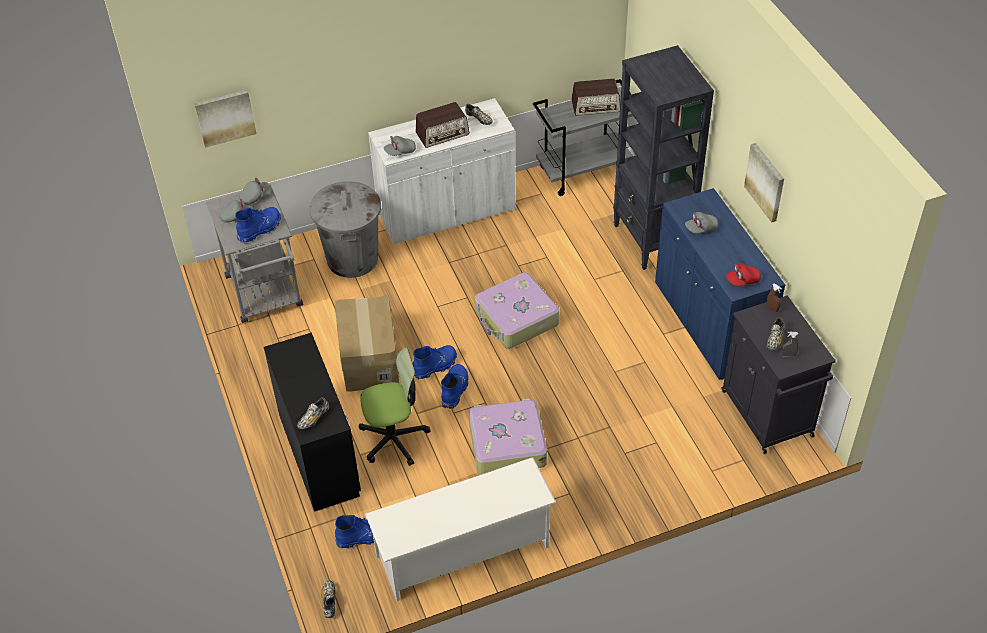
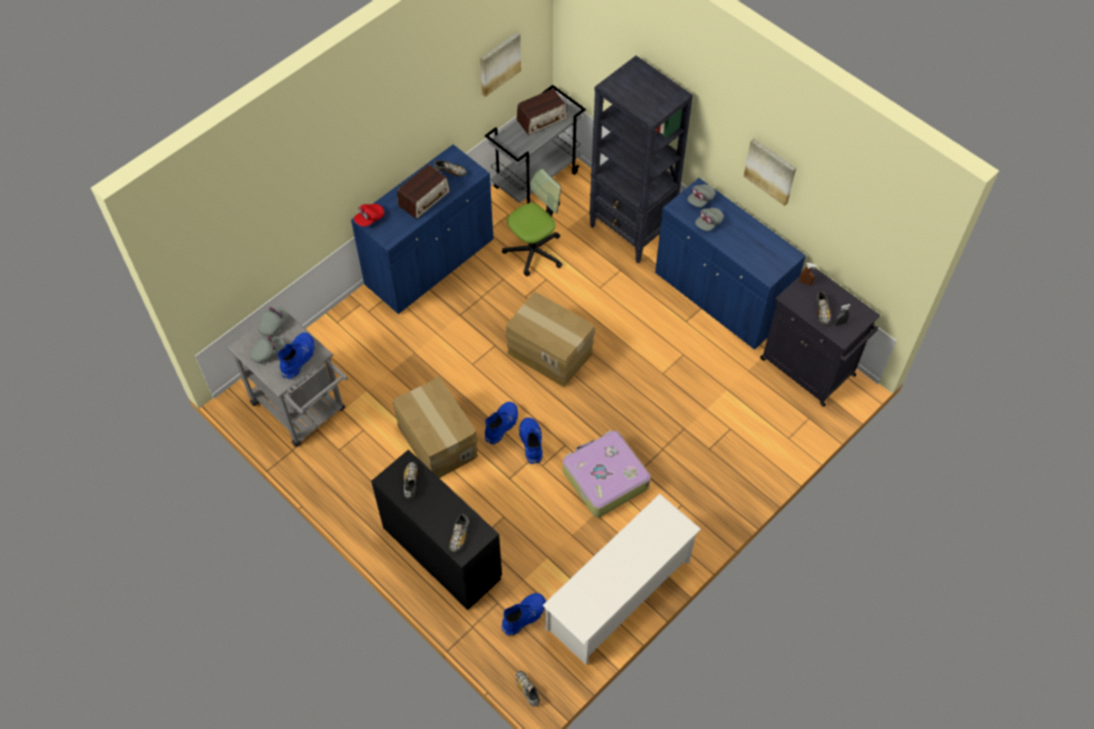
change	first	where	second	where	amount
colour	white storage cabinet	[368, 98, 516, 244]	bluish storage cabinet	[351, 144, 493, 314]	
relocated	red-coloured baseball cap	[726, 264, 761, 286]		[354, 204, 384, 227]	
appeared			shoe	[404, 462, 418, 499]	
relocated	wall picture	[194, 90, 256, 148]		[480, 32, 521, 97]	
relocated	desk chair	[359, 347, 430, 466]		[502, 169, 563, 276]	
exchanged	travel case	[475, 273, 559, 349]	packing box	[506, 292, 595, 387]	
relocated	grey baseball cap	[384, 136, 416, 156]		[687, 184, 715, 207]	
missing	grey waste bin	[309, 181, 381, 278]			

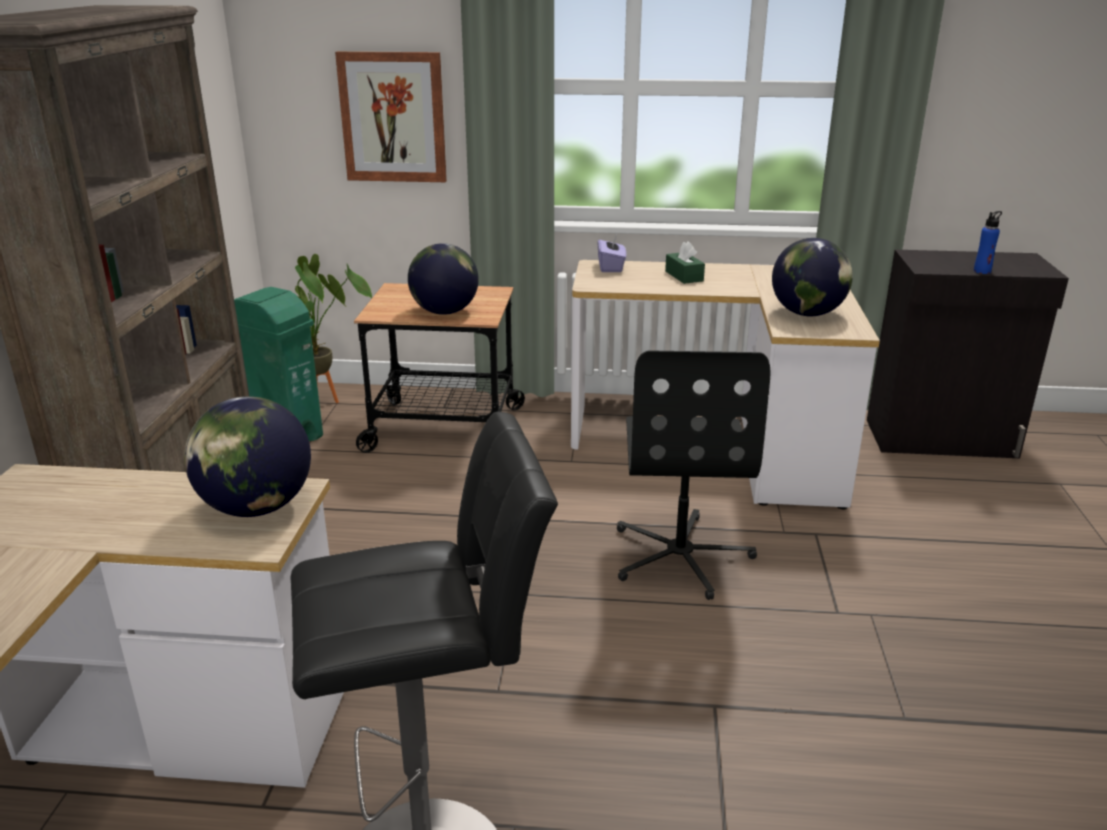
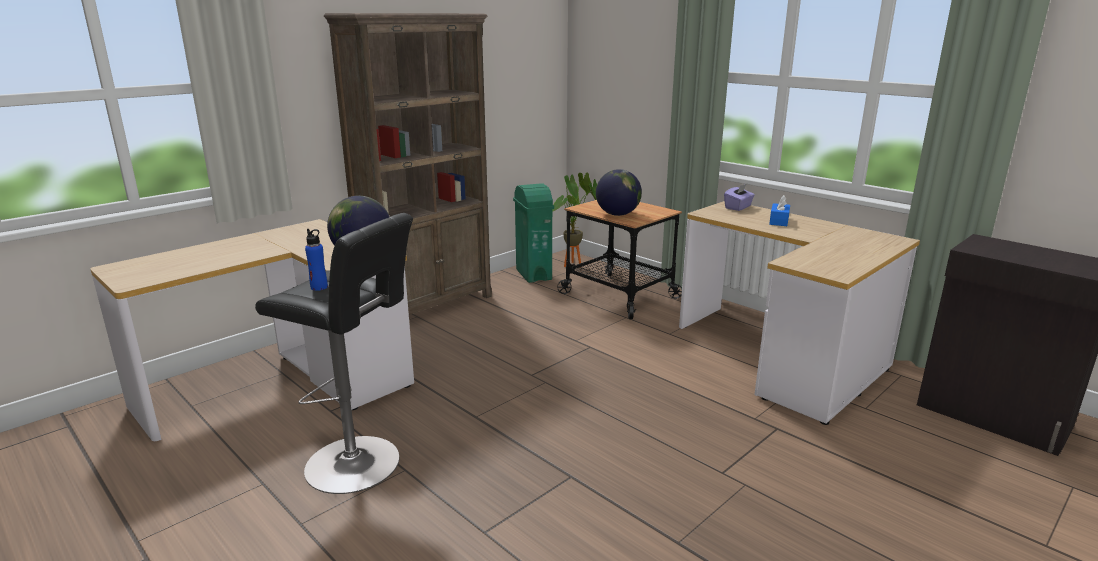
change	first	where	second	where	amount
relocated	bluish bottle	[974, 211, 1002, 274]		[305, 229, 328, 291]	
colour	green-coloured tissue box	[665, 241, 705, 284]	bluish tissue box	[769, 195, 790, 226]	
missing	wall picture	[335, 51, 447, 182]			
missing	black desk chair	[617, 350, 771, 600]			
missing	desk globe	[772, 238, 853, 316]			

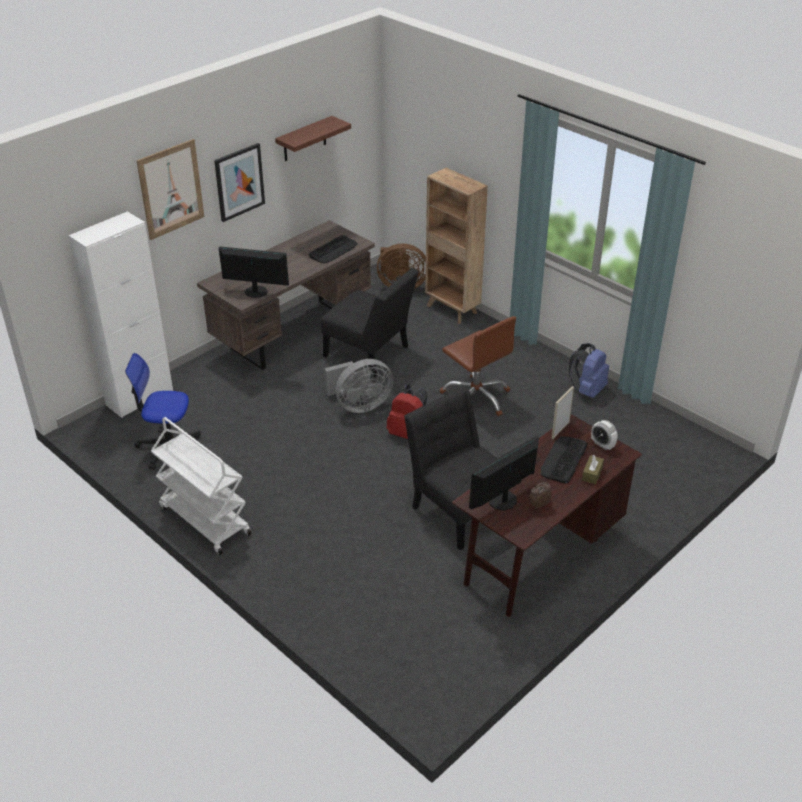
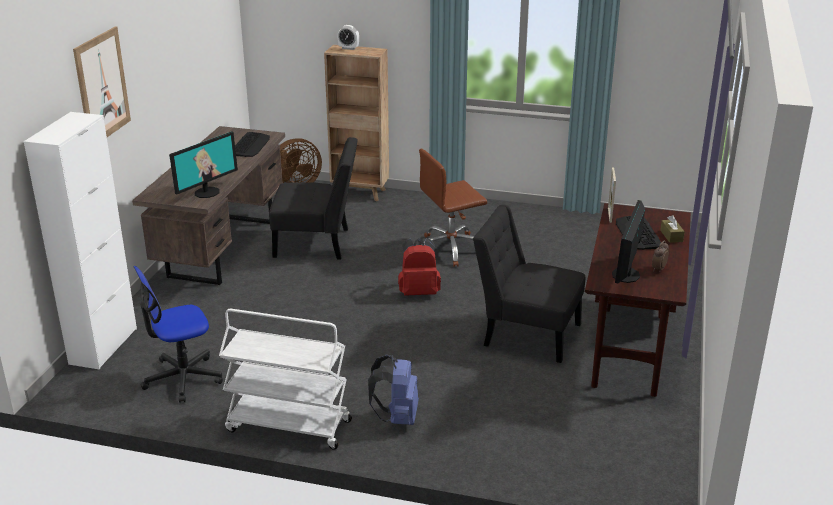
change	first	where	second	where	amount
spun	monitor	[219, 246, 289, 298]		[169, 131, 238, 198]	150 degrees clockwise
relocated	bedside clock	[591, 420, 618, 450]		[337, 25, 359, 50]	
relocated	bluish rucksack	[569, 343, 609, 398]		[368, 354, 419, 425]	
spun	brown desk chair	[440, 316, 516, 416]		[419, 149, 487, 267]	135 degrees clockwise
missing	wall picture	[214, 143, 265, 222]			
missing	bracket shelf	[275, 116, 351, 161]			
missing	grey fan	[325, 359, 393, 413]			

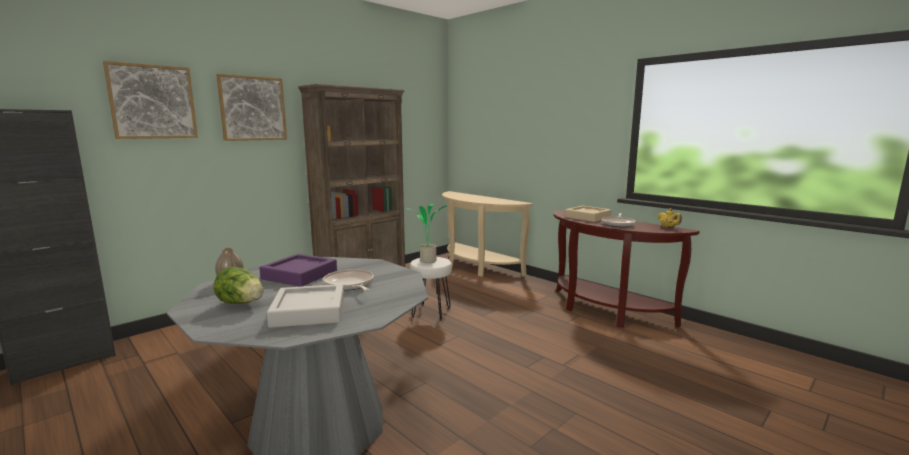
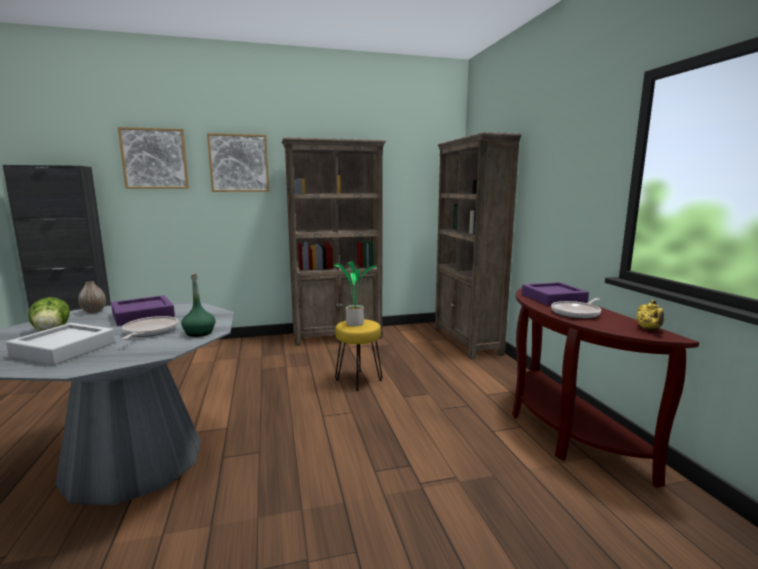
change	first	where	second	where	amount
appeared			green-coloured bottle	[181, 273, 216, 337]	
colour	white stool	[410, 257, 452, 321]	yellow-coloured stool	[335, 319, 382, 391]	
exchanged	beige-coloured narrow table	[442, 191, 533, 277]	brown bookshelf	[435, 132, 522, 359]	
colour	beige-coloured tray	[565, 206, 612, 222]	purple-coloured tray	[522, 282, 589, 306]	

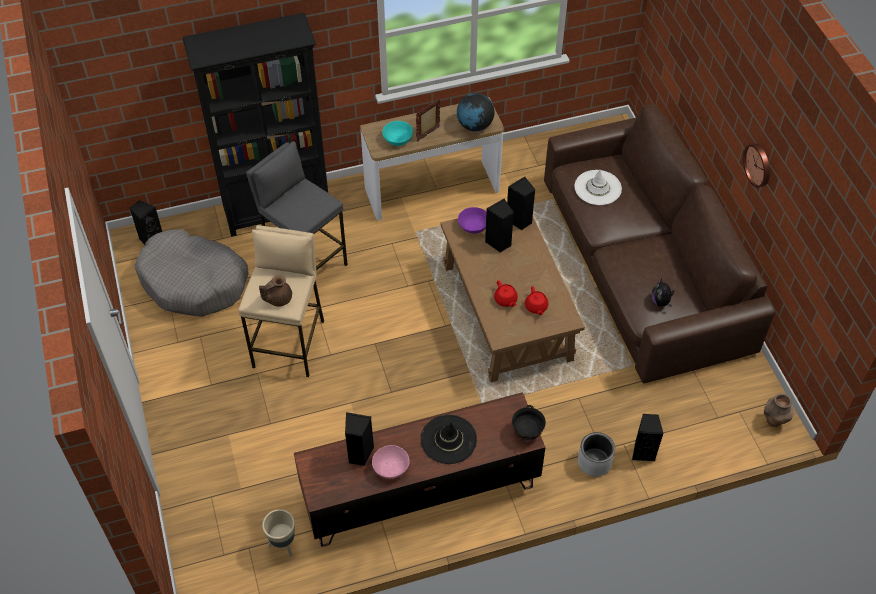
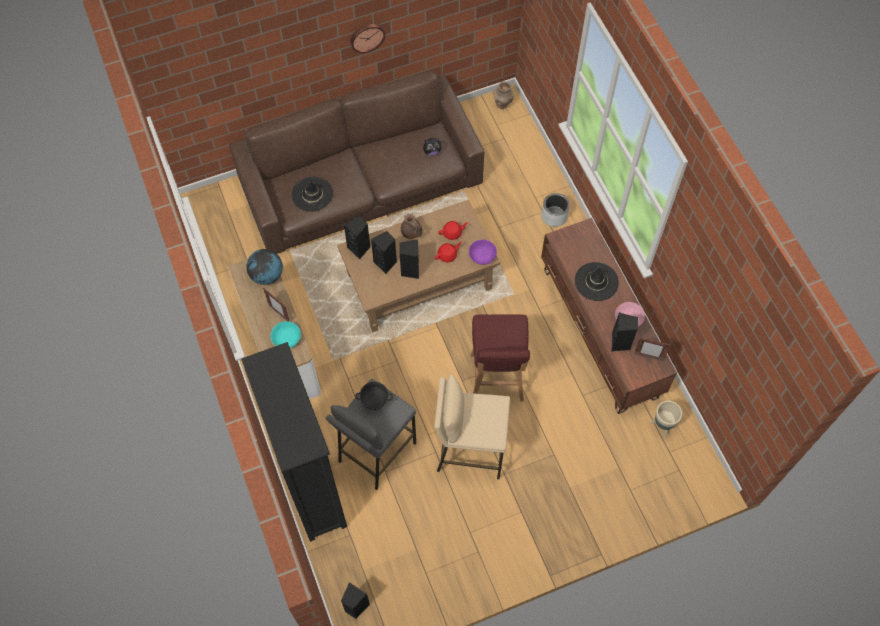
change	first	where	second	where	amount
colour	white hat	[575, 169, 622, 205]	black hat	[292, 177, 333, 212]	
relocated	black serving bowl	[512, 405, 546, 444]		[355, 381, 393, 410]	
relocated	black audio speaker	[632, 414, 664, 461]		[400, 239, 419, 279]	
relocated	brown teapot	[259, 275, 292, 307]		[401, 214, 422, 239]	
relocated	purple-coloured serving bowl	[458, 207, 486, 234]		[469, 240, 497, 265]	
appeared			red-coloured stool	[471, 314, 530, 401]	
appeared			photo frame	[634, 338, 671, 361]	
missing	grey dog cushion	[134, 229, 249, 317]			

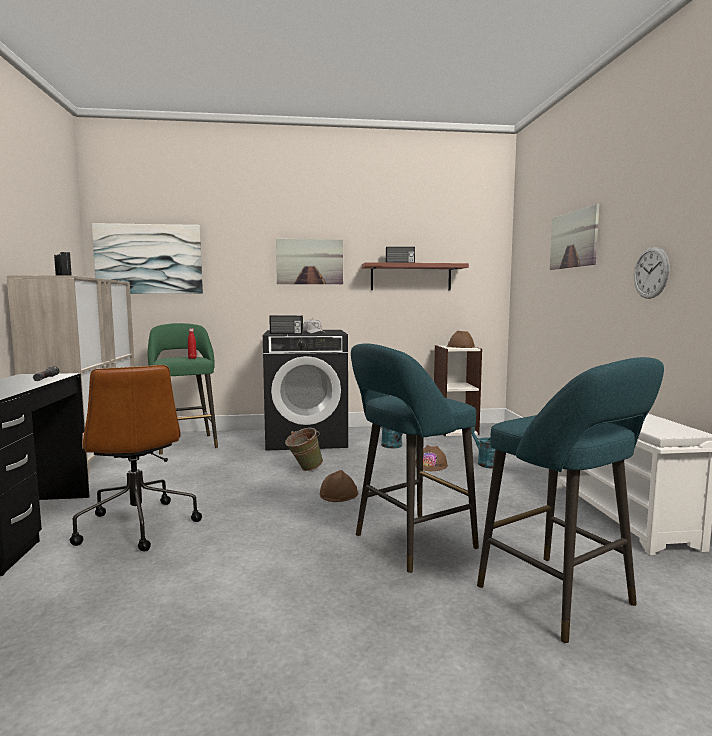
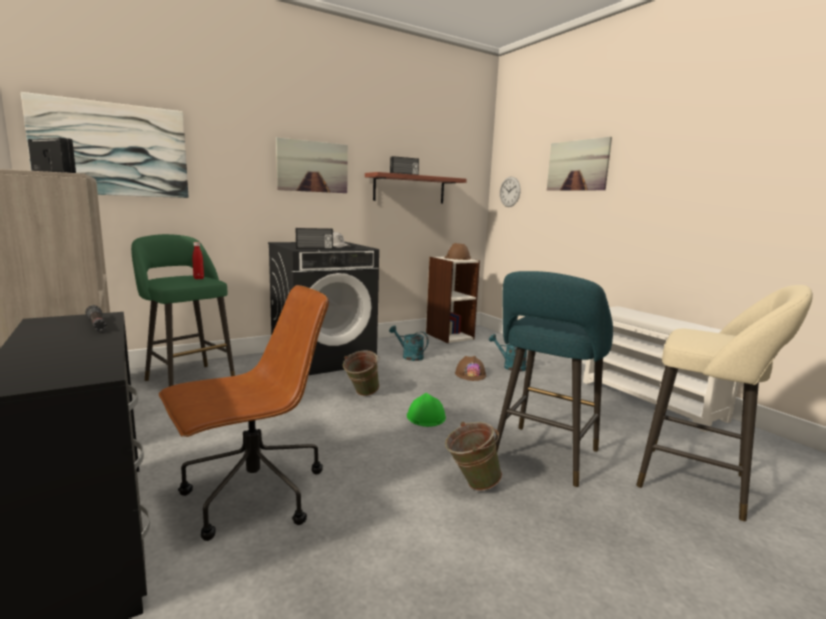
change	first	where	second	where	amount
spun	brown desk chair	[70, 365, 202, 551]		[159, 285, 329, 541]	75 degrees counterclockwise
colour	brown work helmet	[319, 470, 358, 502]	green-coloured work helmet	[407, 393, 446, 427]	
appeared			green-coloured bucket	[445, 422, 502, 491]	
relocated	hanging clock	[634, 247, 670, 299]		[500, 177, 520, 207]	
colour	blue-green stool	[477, 357, 664, 643]	beige-coloured stool	[636, 285, 813, 521]	

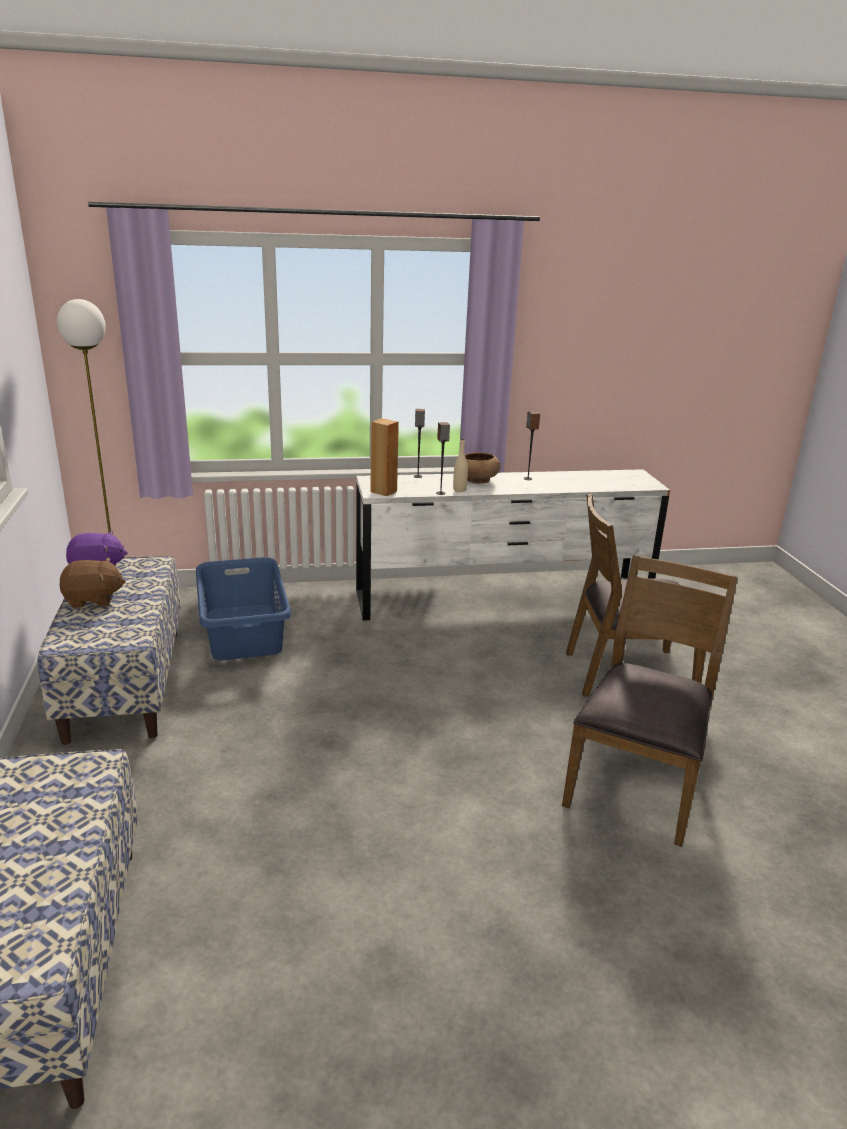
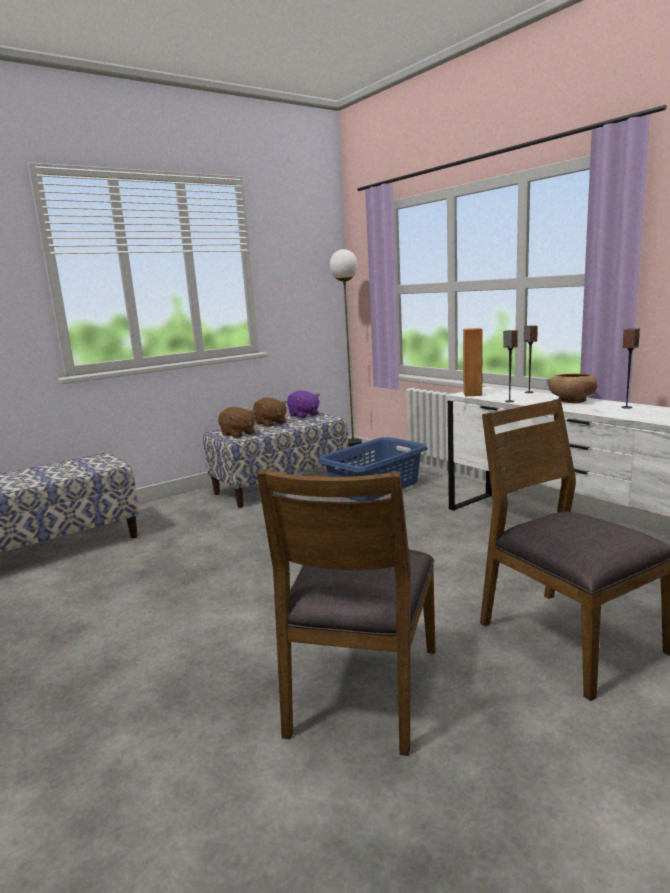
change	first	where	second	where	amount
appeared			brown plush toy	[218, 407, 256, 438]	
spun	brown plain chair	[562, 555, 738, 847]		[257, 469, 435, 756]	105 degrees clockwise
missing	beige-coloured bottle	[453, 438, 468, 492]			

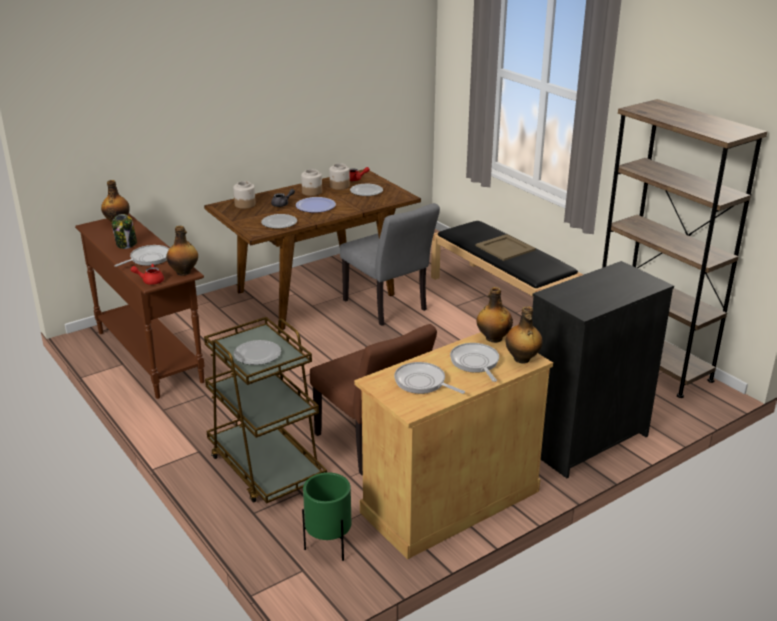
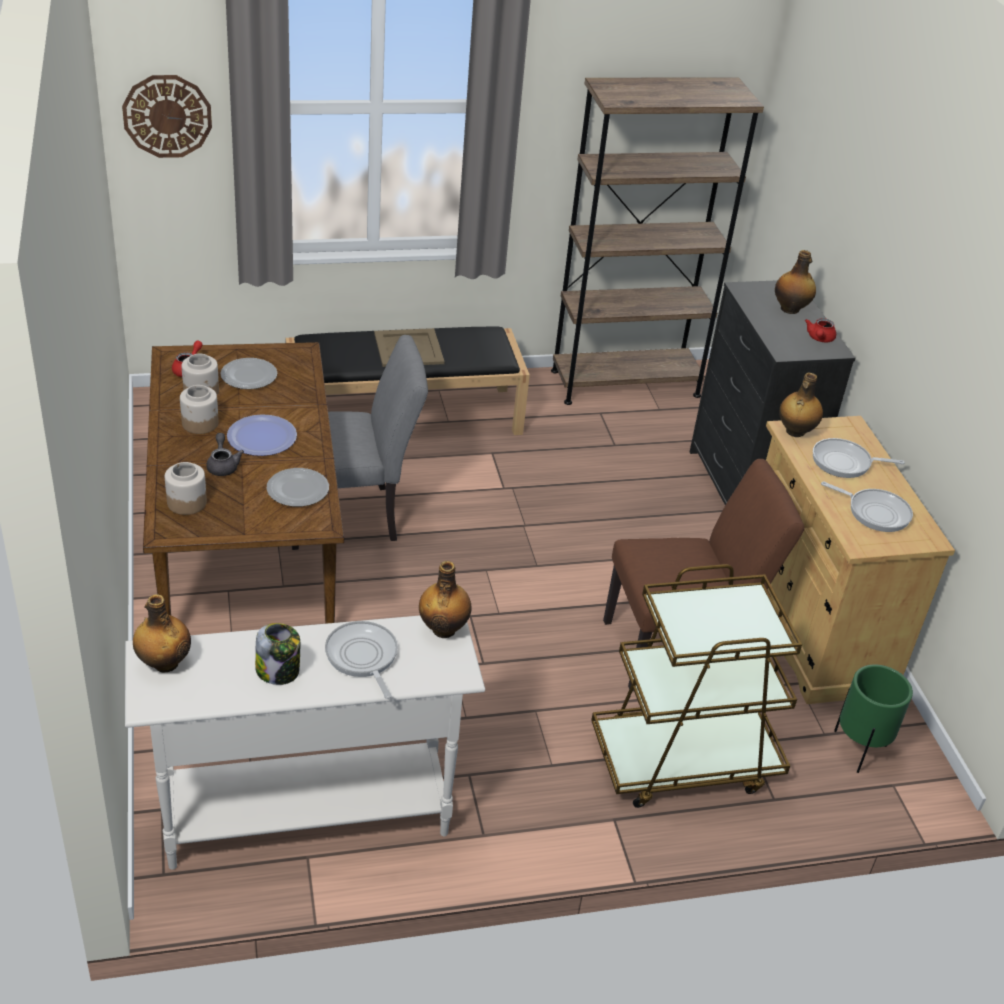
change	first	where	second	where	amount
appeared			hanging clock	[122, 75, 212, 158]	
colour	brown narrow table	[75, 213, 205, 399]	white narrow table	[125, 615, 485, 870]	
relocated	bottle	[506, 306, 543, 364]		[775, 250, 816, 314]	
relocated	red-coloured teapot	[131, 264, 164, 285]		[805, 318, 836, 342]	
spun	pan	[394, 362, 465, 394]		[821, 481, 913, 532]	120 degrees counterclockwise
missing	flat dish	[234, 340, 281, 365]			

